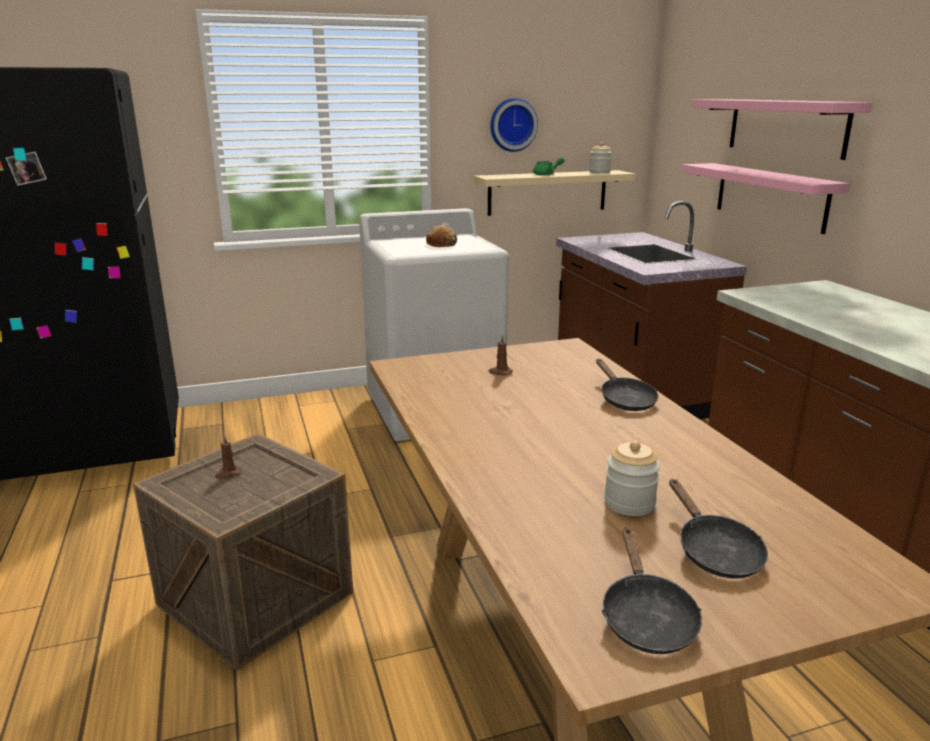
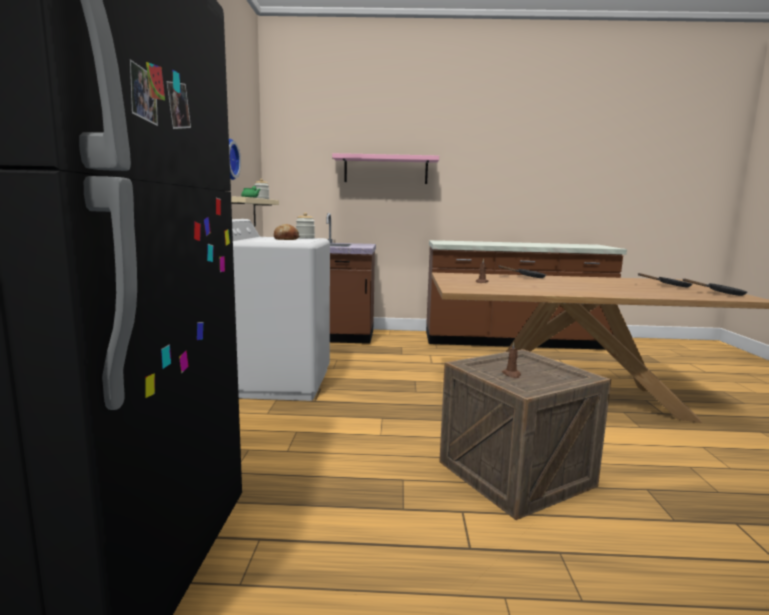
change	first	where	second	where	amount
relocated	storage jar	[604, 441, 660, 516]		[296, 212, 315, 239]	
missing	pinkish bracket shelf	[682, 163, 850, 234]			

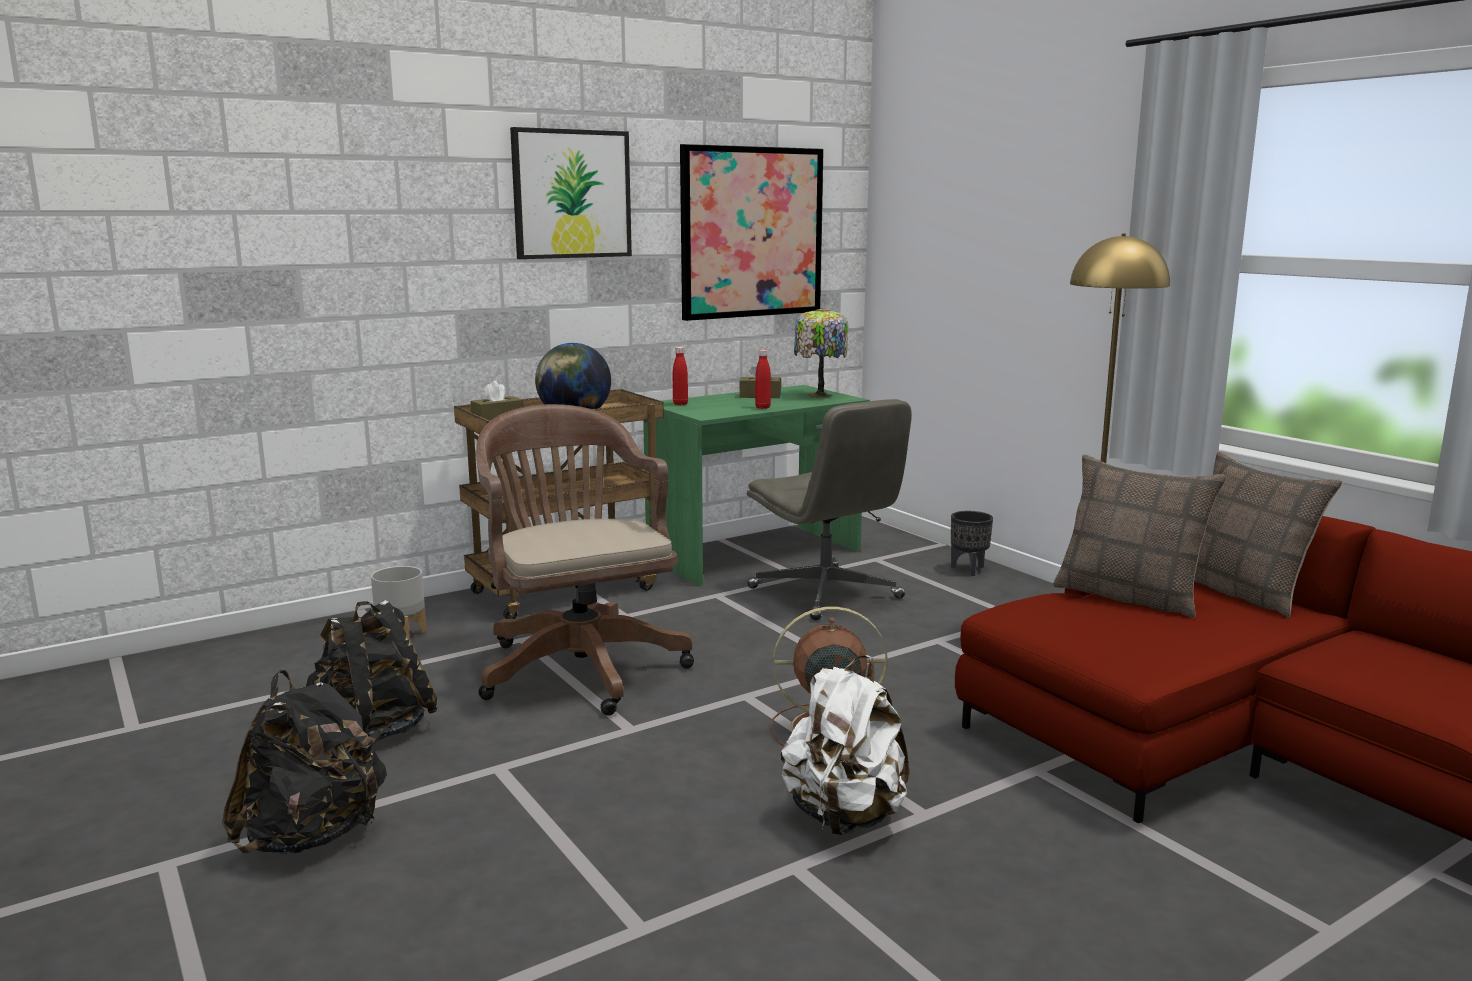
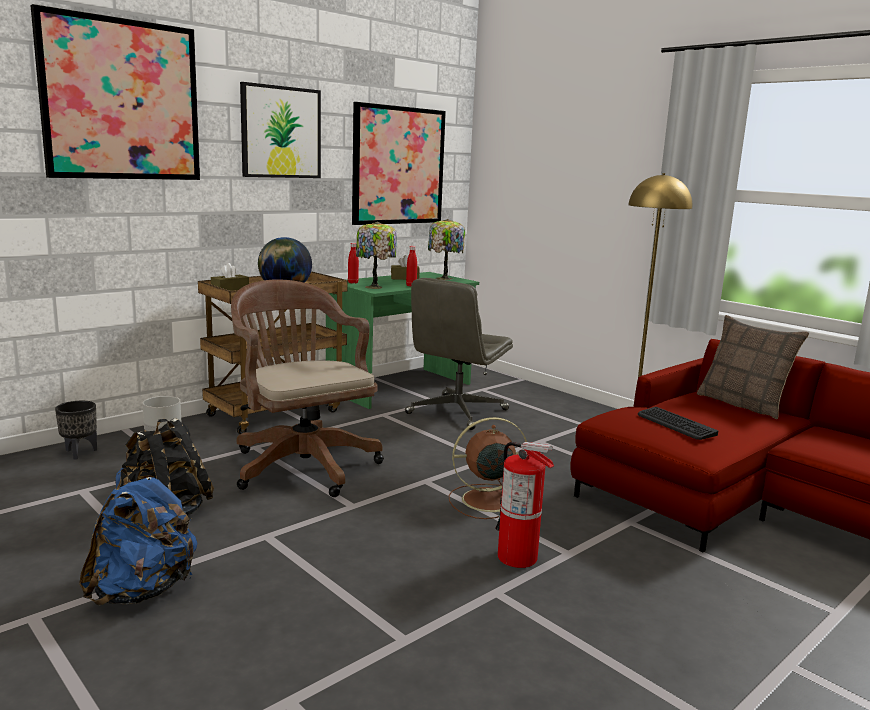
change	first	where	second	where	amount
appeared			wall picture	[30, 4, 200, 180]	
relocated	black planter	[951, 511, 993, 576]		[55, 401, 97, 460]	
colour	black rucksack	[222, 670, 387, 854]	bluish rucksack	[79, 468, 197, 605]	
appeared			tabletop lamp	[356, 222, 397, 289]	
spun	grey desk chair	[747, 399, 912, 620]		[405, 278, 513, 430]	75 degrees clockwise
exchanged	white rucksack	[781, 655, 909, 835]	fire extinguisher	[495, 442, 554, 568]	
appeared			PC keyboard	[638, 407, 718, 440]	
missing	cushion	[1053, 454, 1227, 618]			

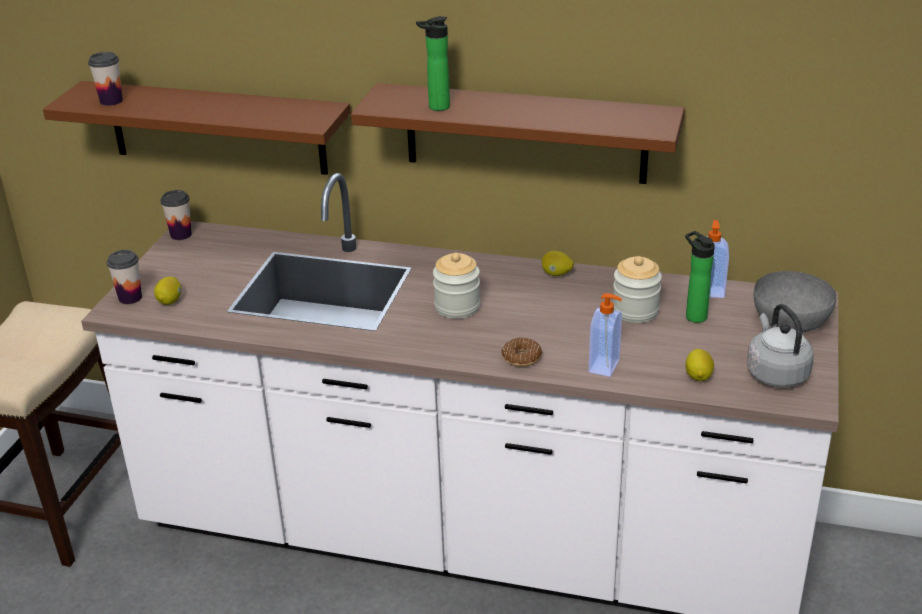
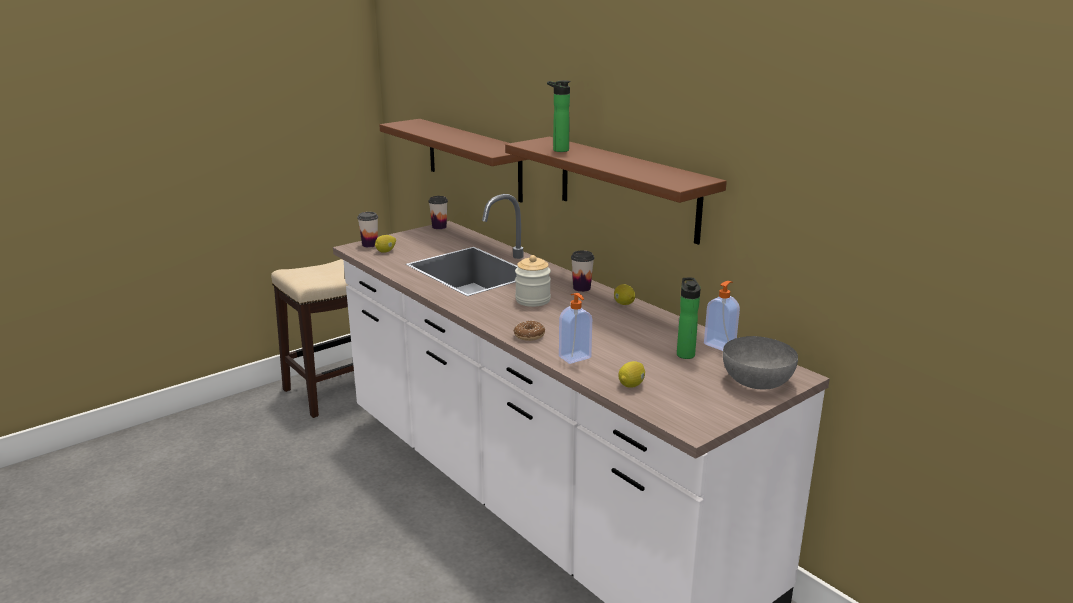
change	first	where	second	where	amount
relocated	drinking cup	[88, 52, 123, 106]		[571, 250, 594, 292]	
missing	storage jar	[613, 256, 662, 323]			
missing	grey water kettle	[747, 304, 814, 388]			

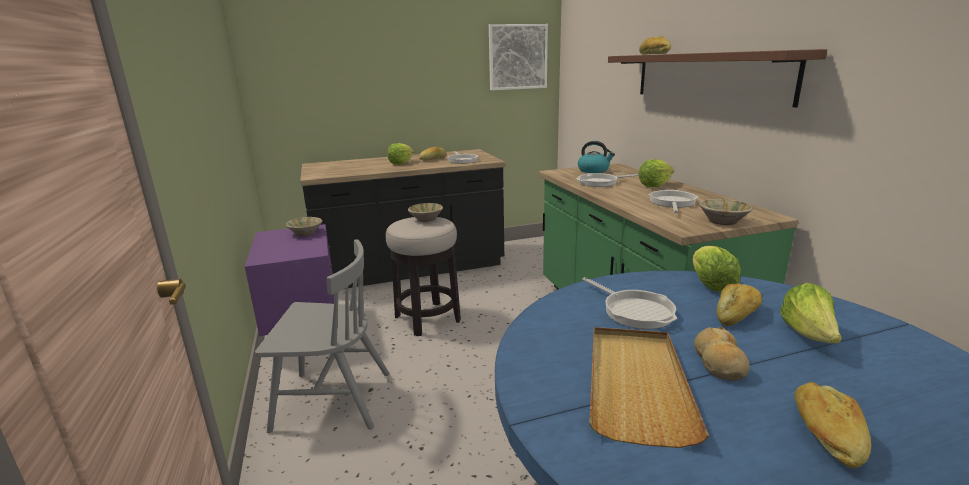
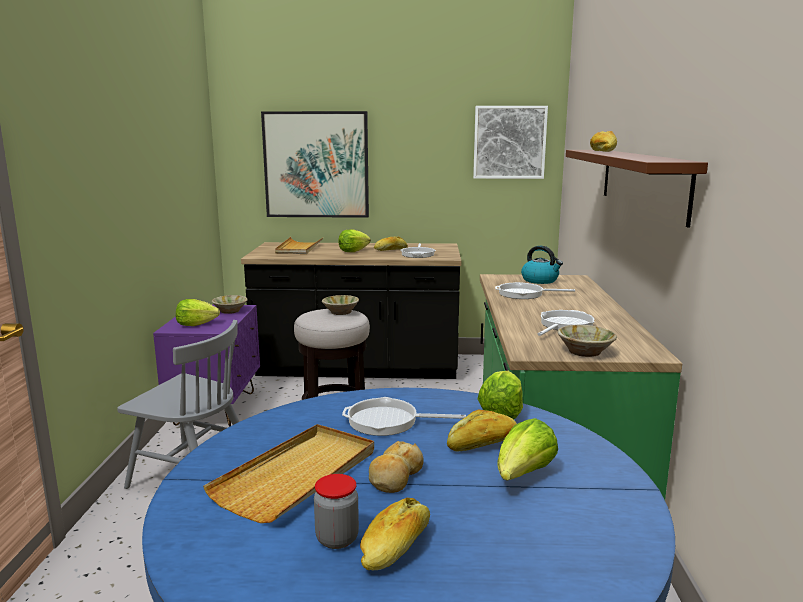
change	first	where	second	where	amount
relocated	lettuce	[638, 159, 674, 187]		[176, 299, 220, 326]	
appeared			wall picture	[261, 111, 369, 218]	
appeared			beige-coloured tray	[275, 237, 324, 254]	
appeared			storage jar	[314, 474, 359, 549]	
spun	pan	[582, 277, 677, 329]		[342, 397, 466, 436]	105 degrees clockwise

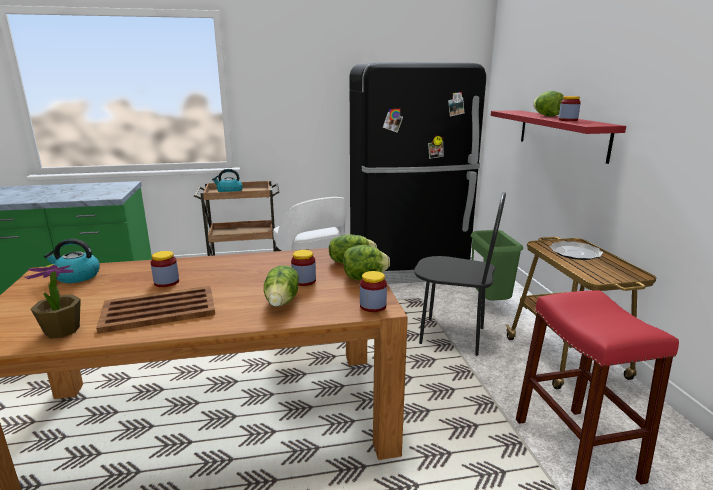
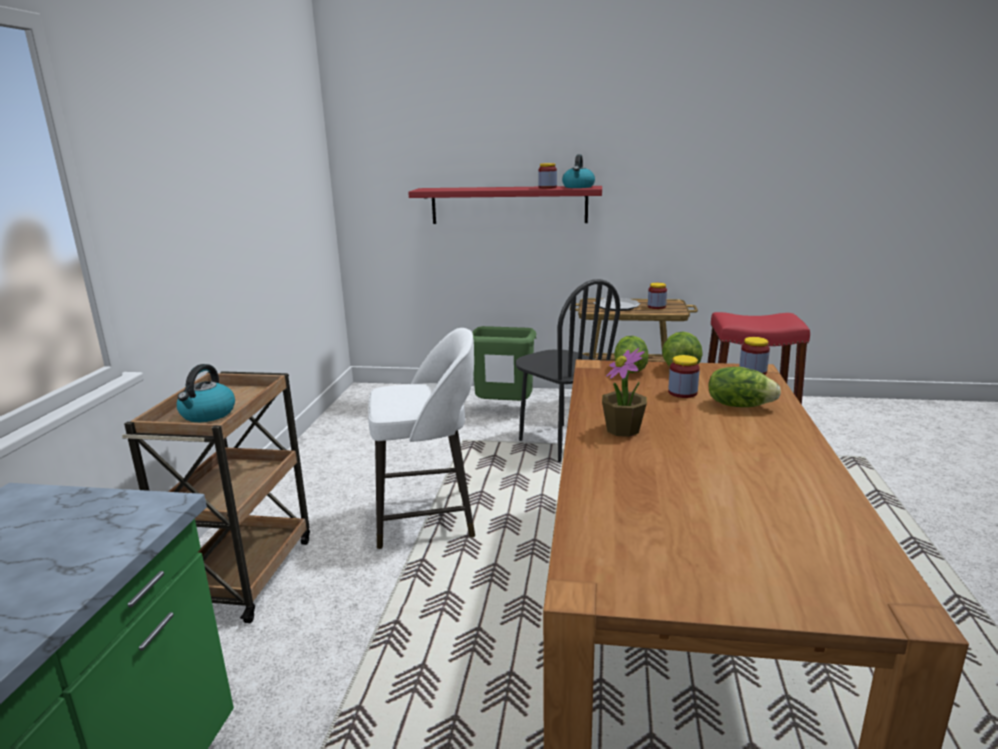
change	first	where	second	where	amount
spun	black plain chair	[414, 192, 506, 356]		[515, 279, 620, 462]	105 degrees clockwise
relocated	water kettle	[44, 239, 100, 283]		[562, 154, 595, 188]	
relocated	potted plant	[25, 264, 81, 338]		[602, 348, 647, 437]	
relocated	storage jar	[151, 251, 179, 287]		[648, 283, 667, 309]	
missing	brown tray	[96, 286, 215, 334]			
missing	black refrigerator	[350, 62, 486, 284]			
missing	lettuce	[533, 91, 564, 116]			

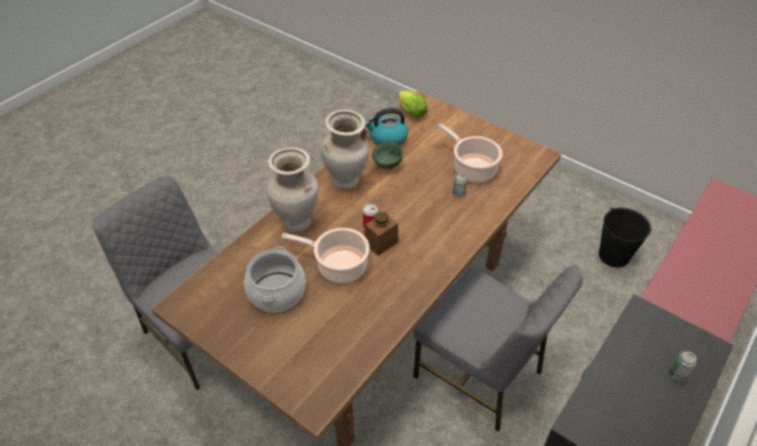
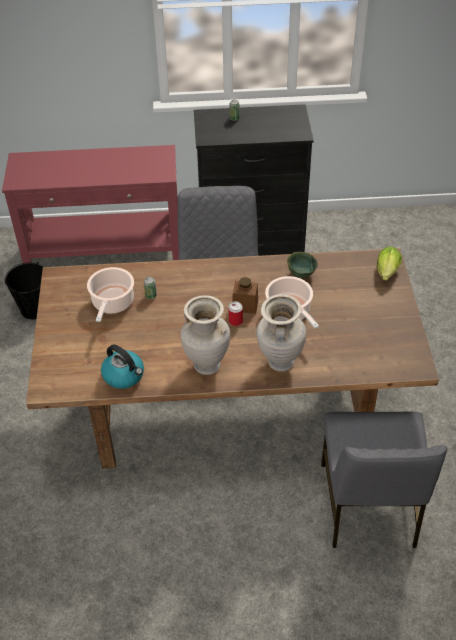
change	first	where	second	where	amount
relocated	green-coloured serving bowl	[372, 143, 404, 169]		[287, 252, 318, 278]	
relocated	lettuce	[398, 91, 427, 119]		[377, 247, 402, 280]	
missing	saucepot	[244, 247, 306, 312]			

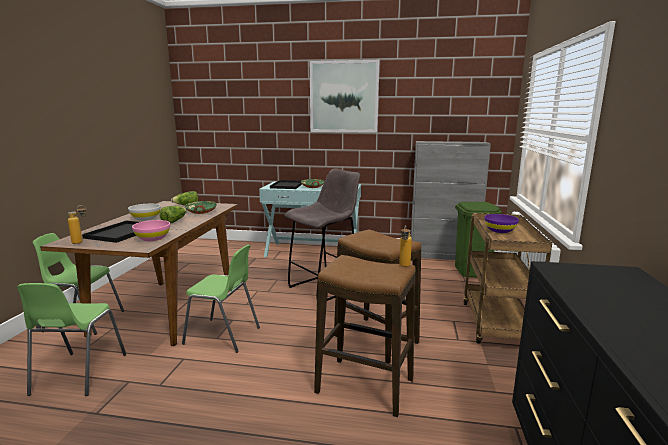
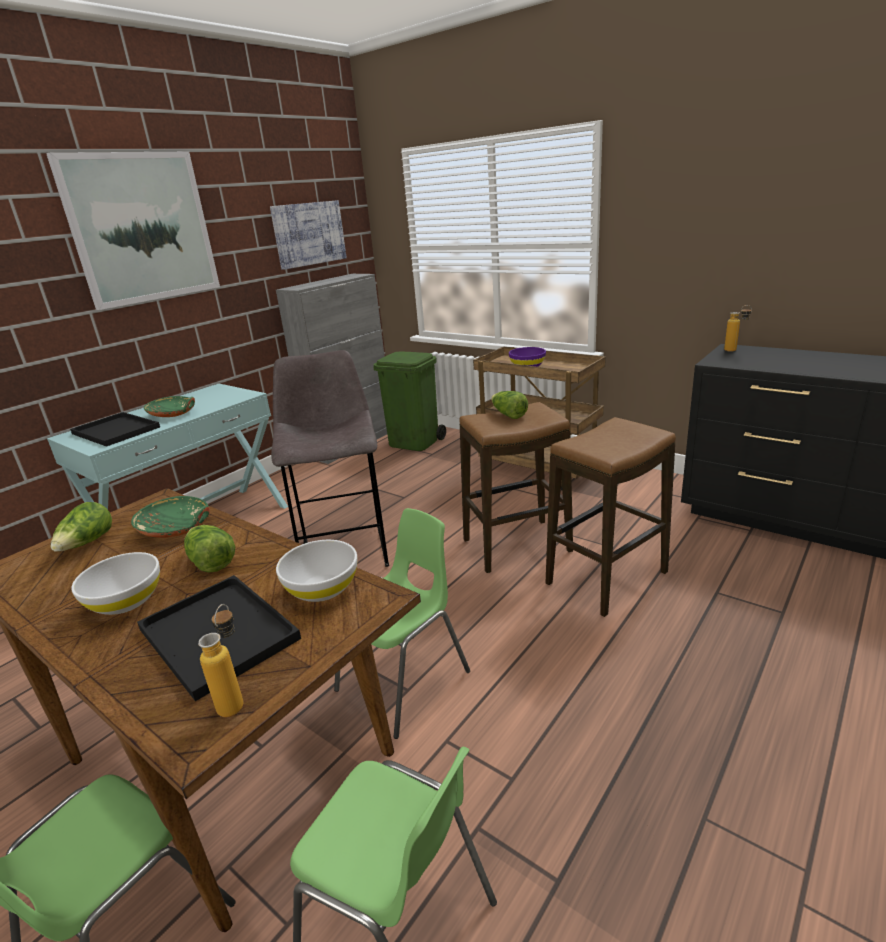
change	first	where	second	where	amount
appeared			wall picture	[270, 200, 347, 270]	
colour	pinkish serving bowl	[132, 220, 170, 241]	white serving bowl	[276, 540, 357, 602]	
appeared			lettuce	[491, 391, 528, 419]	
relocated	bottle	[399, 225, 412, 267]		[724, 305, 752, 352]	

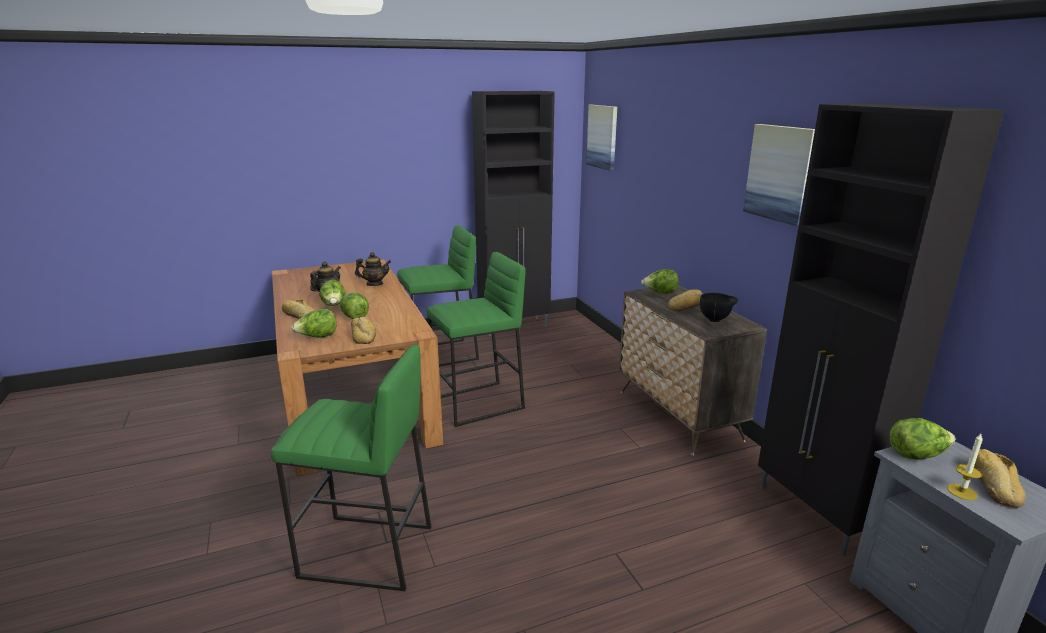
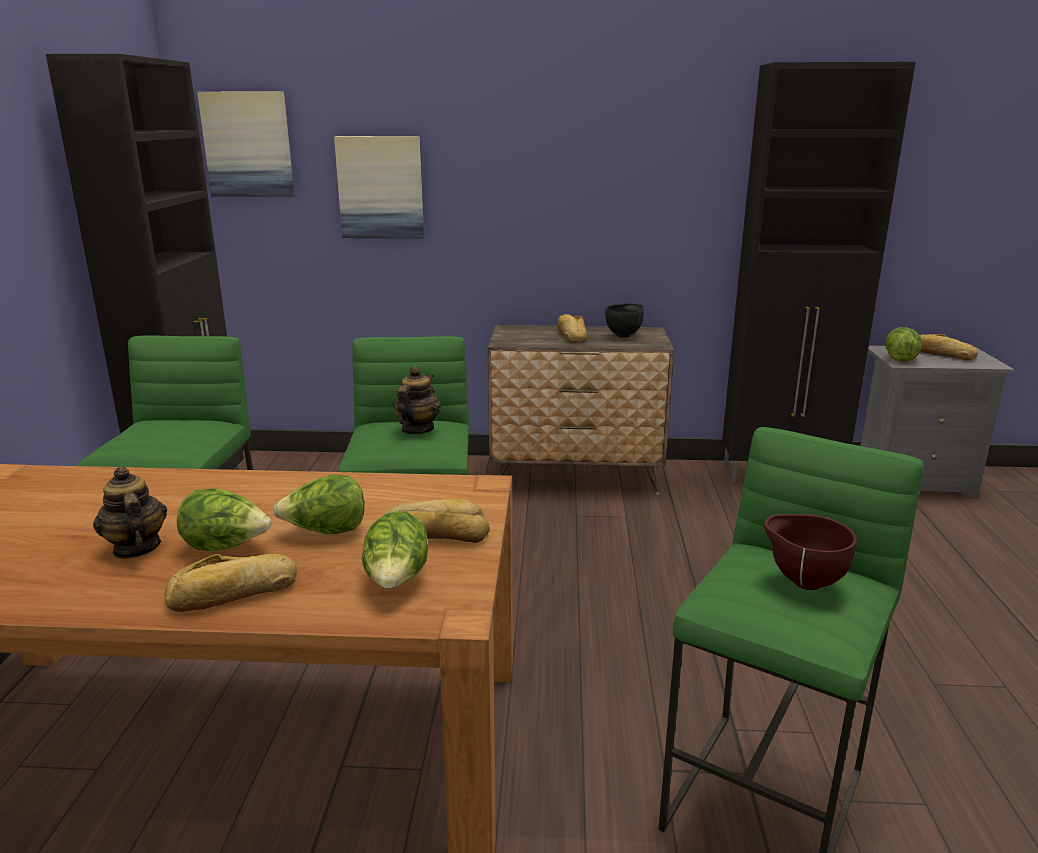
change	first	where	second	where	amount
relocated	wall picture	[743, 124, 815, 226]		[334, 136, 424, 239]	
relocated	teapot	[355, 252, 391, 286]		[393, 366, 441, 434]	
appeared			brown serving bowl	[764, 514, 857, 590]	
missing	lettuce	[641, 269, 679, 293]			
missing	candle	[947, 434, 983, 500]			

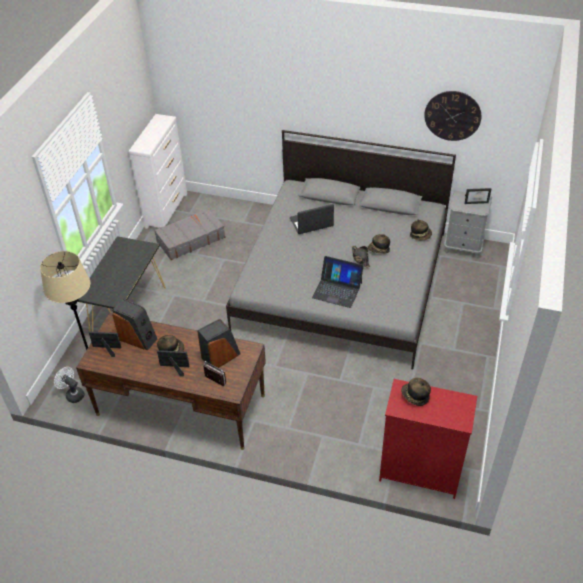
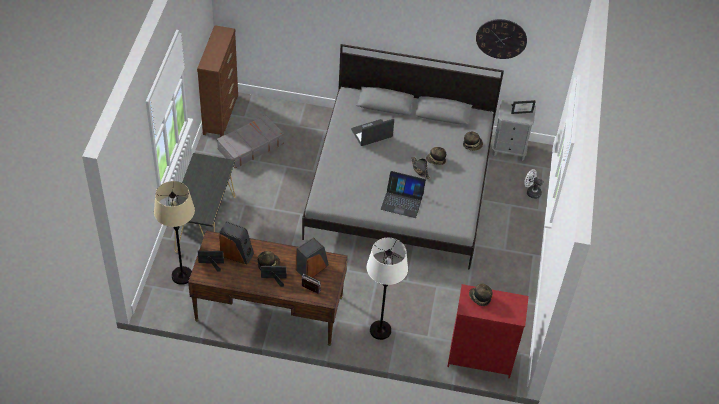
change	first	where	second	where	amount
colour	white chest of drawers	[129, 114, 187, 229]	brown chest of drawers	[197, 25, 238, 137]	
appeared			white floor lamp	[366, 238, 408, 340]	
relocated	white fan	[54, 367, 85, 403]		[525, 169, 544, 199]	

